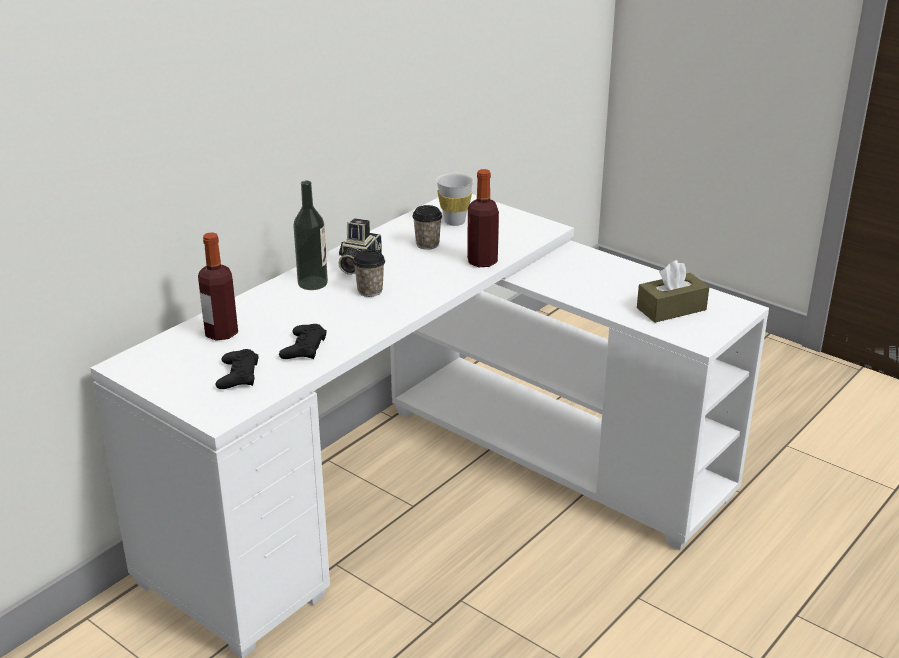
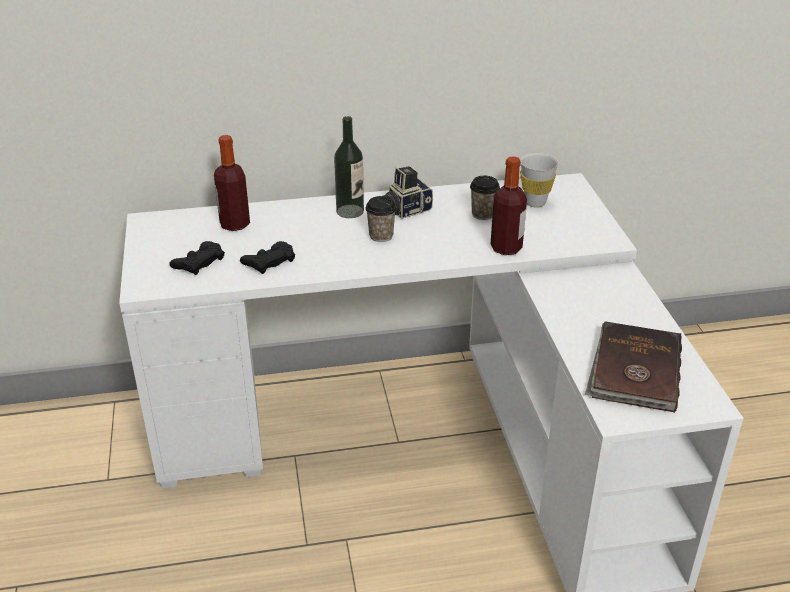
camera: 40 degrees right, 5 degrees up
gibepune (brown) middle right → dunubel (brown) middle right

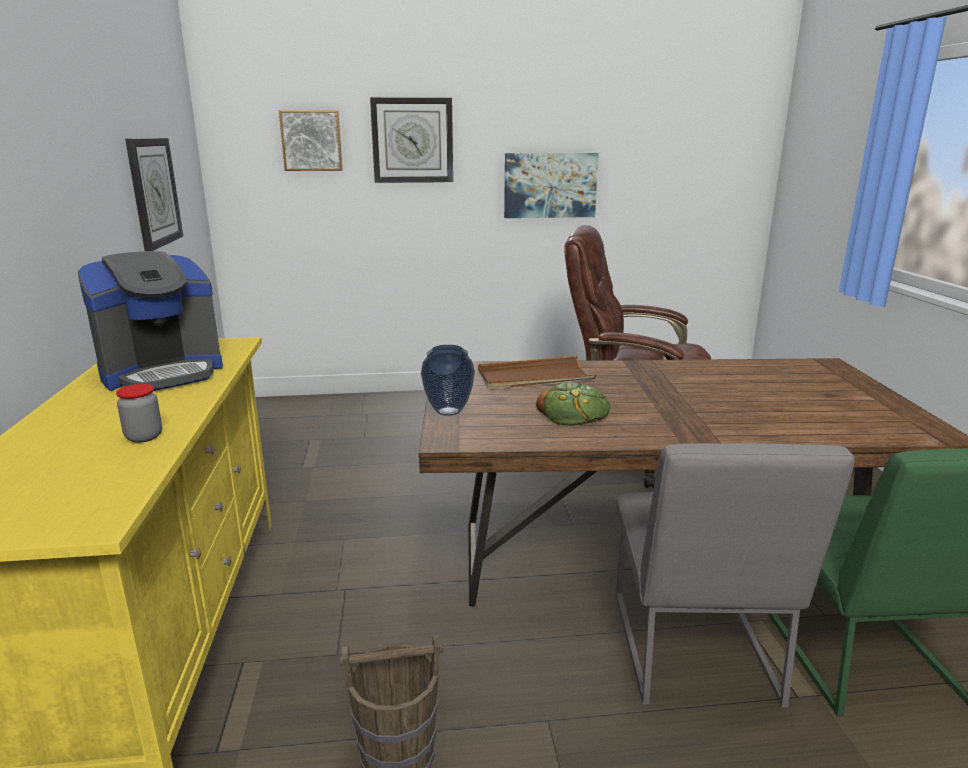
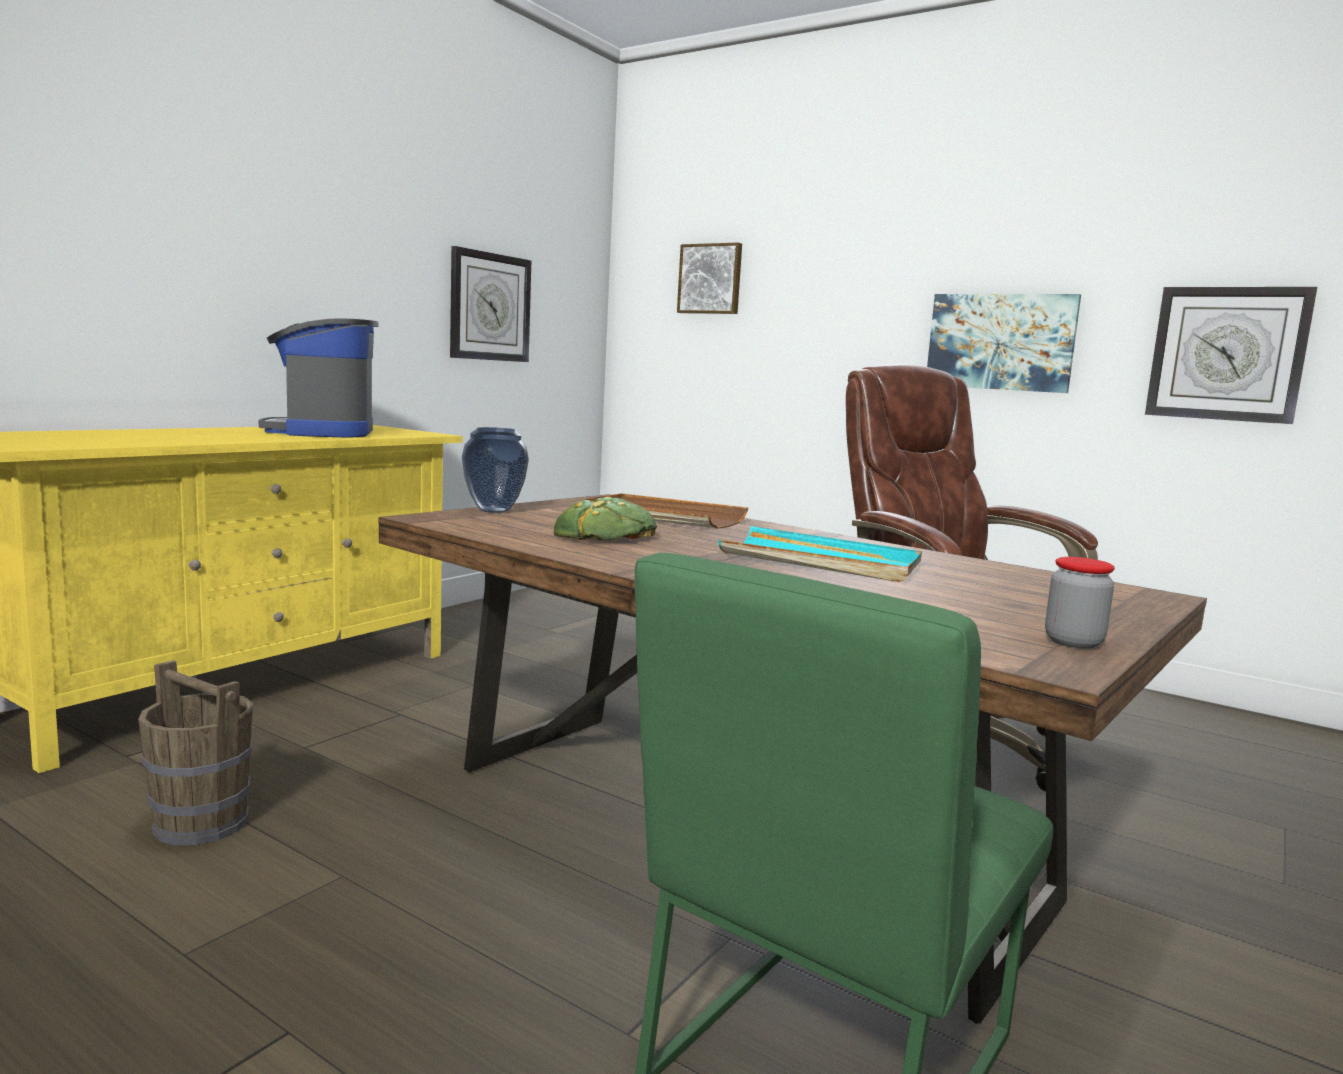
camera: 40 degrees right, 10 degrees down
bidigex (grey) bottom right → -
- → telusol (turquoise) centre
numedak middle left → numedak middle right, relocated
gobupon (no. 2 from left) top centre → gobupon (no. 2 from left) top right, relocated
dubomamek middle left, 75 degrees clockwise

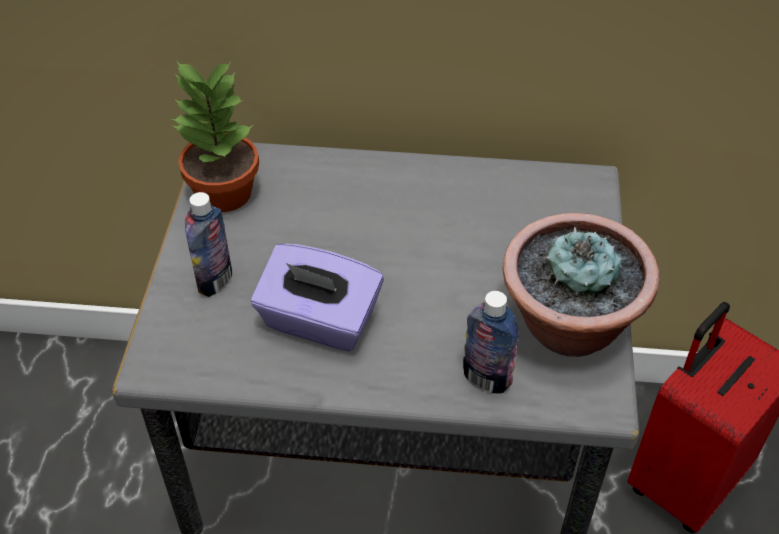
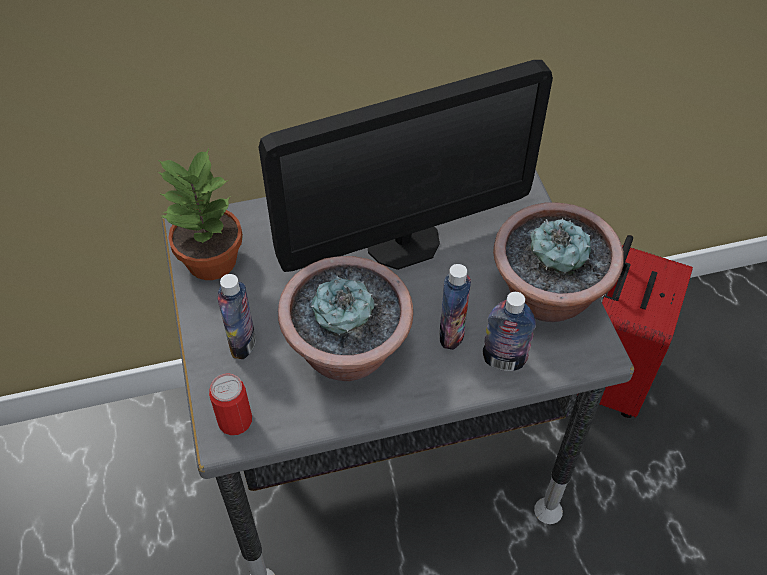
camera: 20 degrees left, 5 degrees up
- → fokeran bottom left
- → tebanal top centre
- → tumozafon (no. 2 from left) centre
gibepune (purple) centre → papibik (no. 2 from left) centre

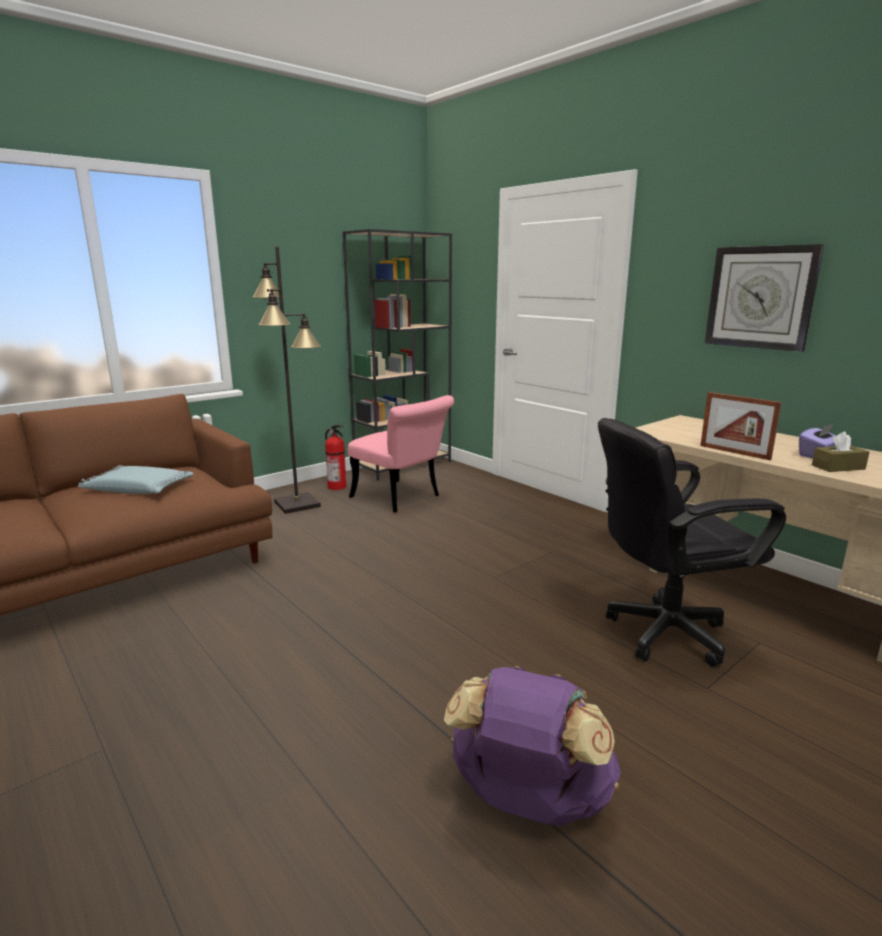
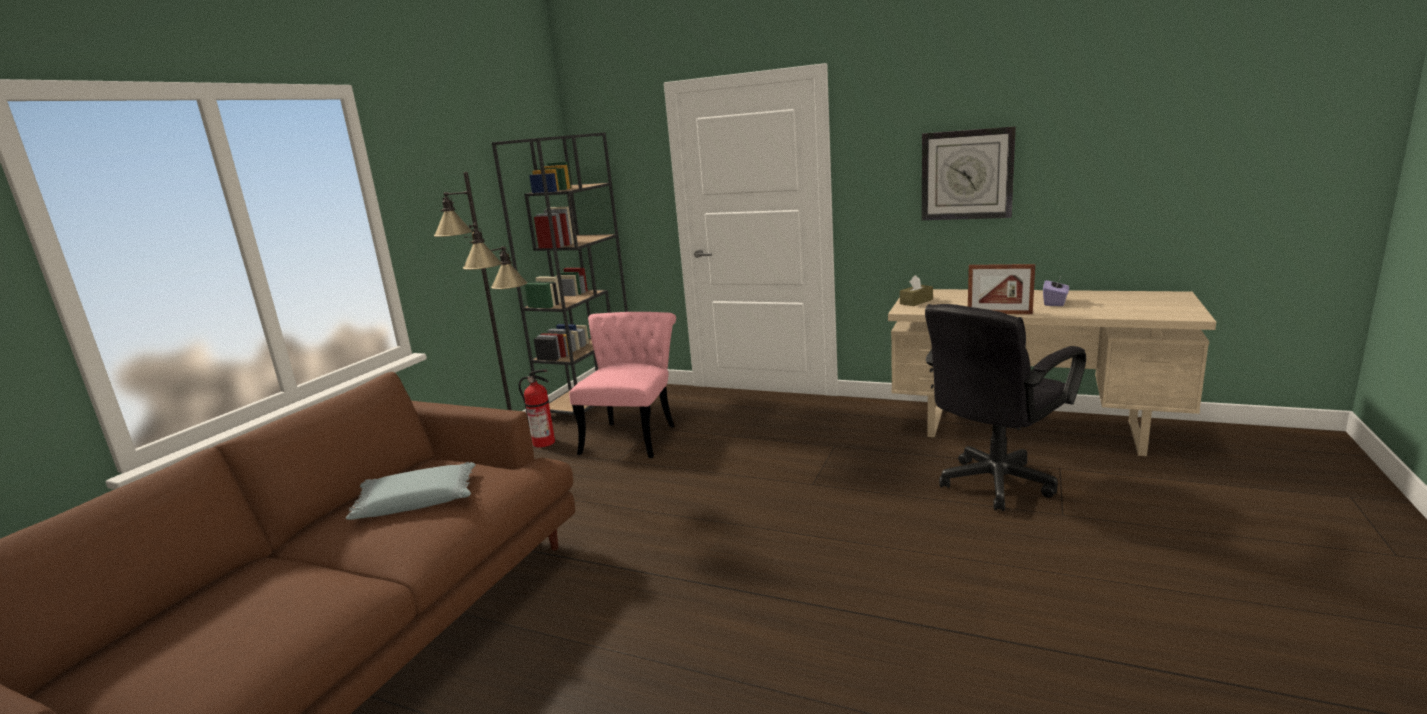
camera: 25 degrees left, 0 degrees up
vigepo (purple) bottom centre → -
gibepune (brown) middle right → gibepune (brown) centre, relocated
bidigex (pink) centre, 90 degrees counterclockwise

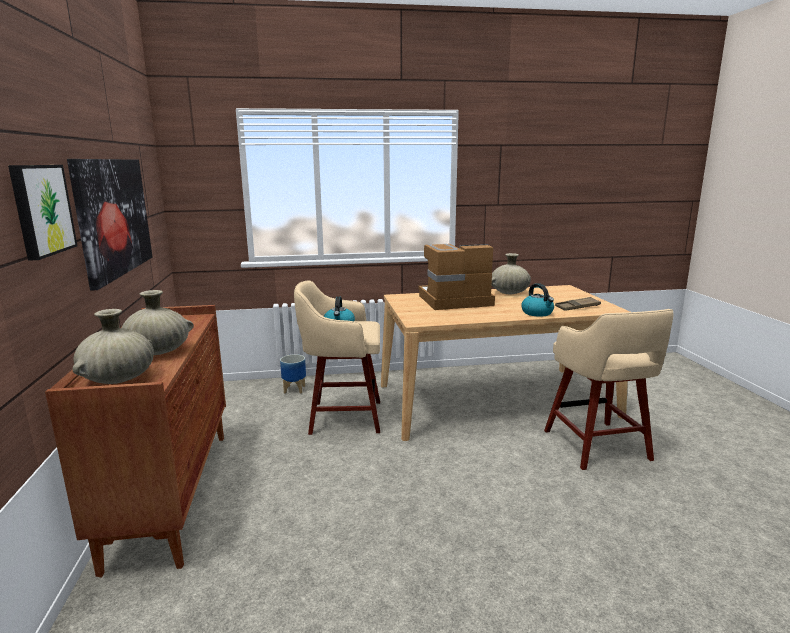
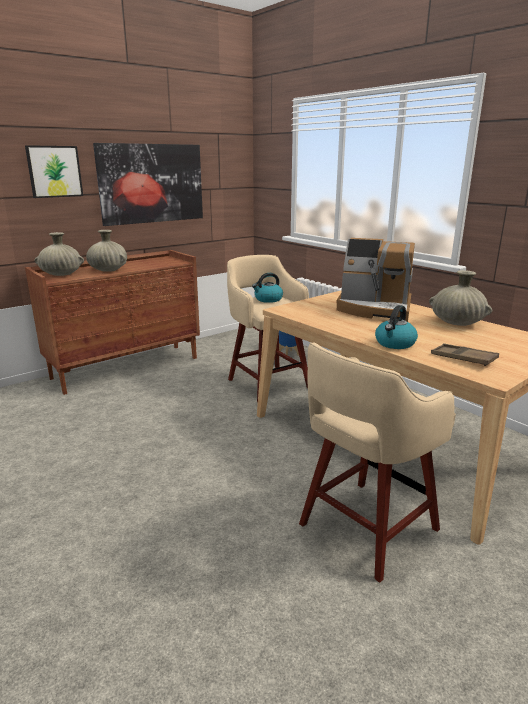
camera: 60 degrees right, 5 degrees up
dubomamek centre → dubomamek middle right, 150 degrees clockwise

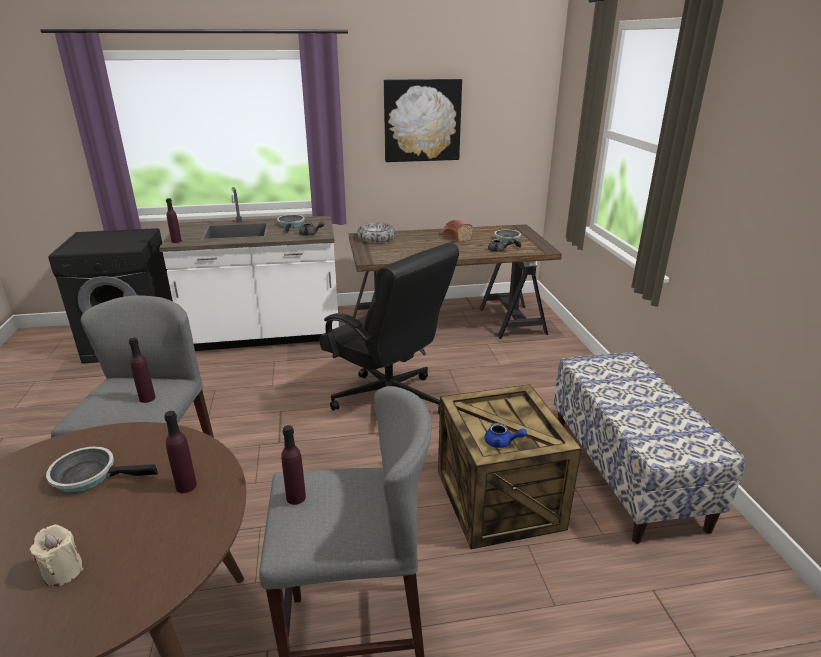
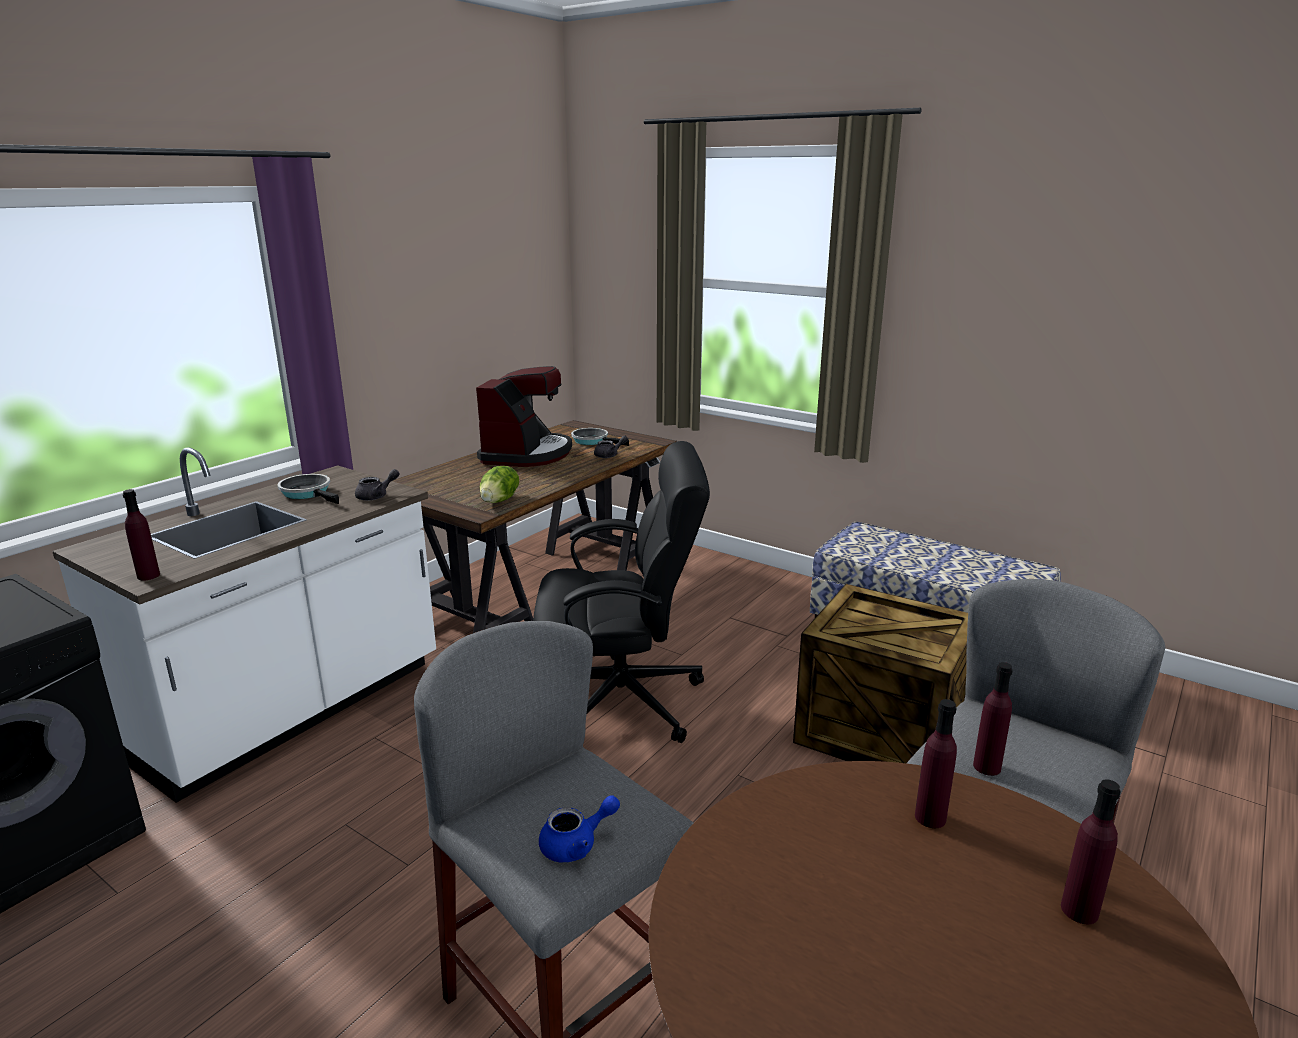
camera: 45 degrees left, 5 degrees down
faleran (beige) bottom left → -
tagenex (no. 1 from left) bottom left → -
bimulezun centre → -
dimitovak top centre → -
- → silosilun centre
tumozafon (purple) (no. 1 from left in the first image) middle left → tumozafon (purple) (no. 4 from left) bottom right, relocated
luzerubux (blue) centre → luzerubux (blue) bottom centre, relocated
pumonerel centre → dubomamek centre

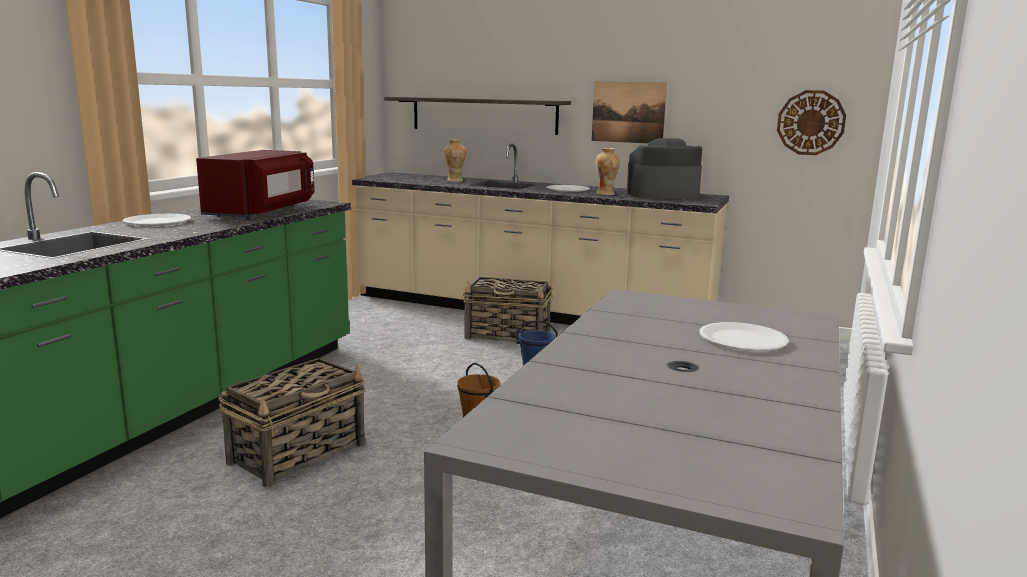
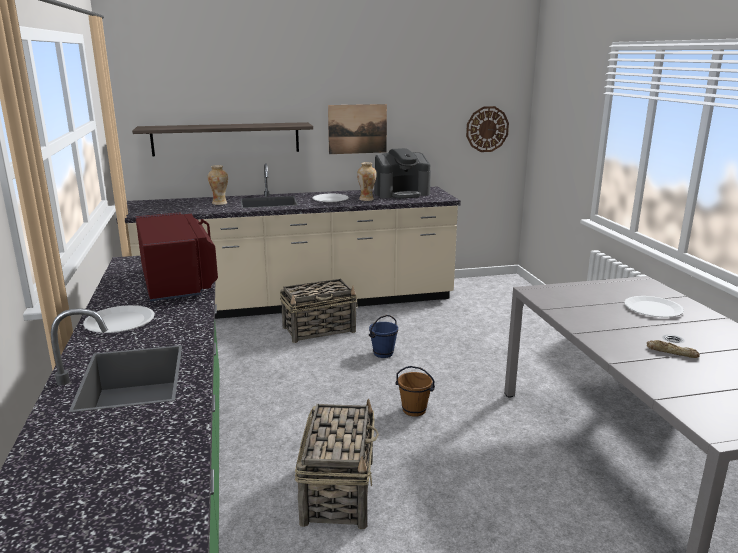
camera: 35 degrees left, 5 degrees up
- → pumonerel middle right
dubomamek top centre, 150 degrees counterclockwise

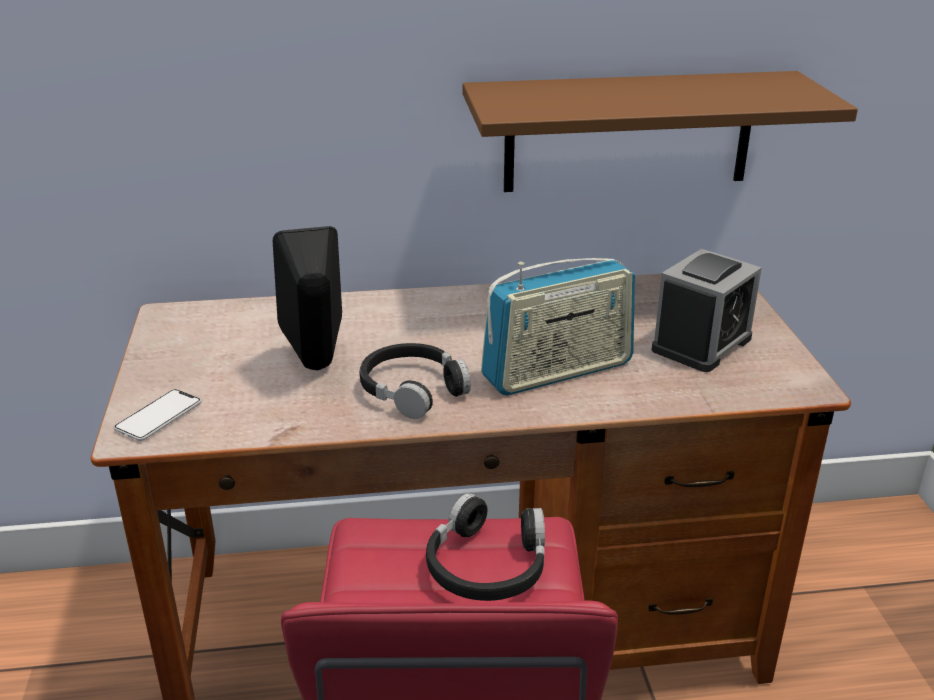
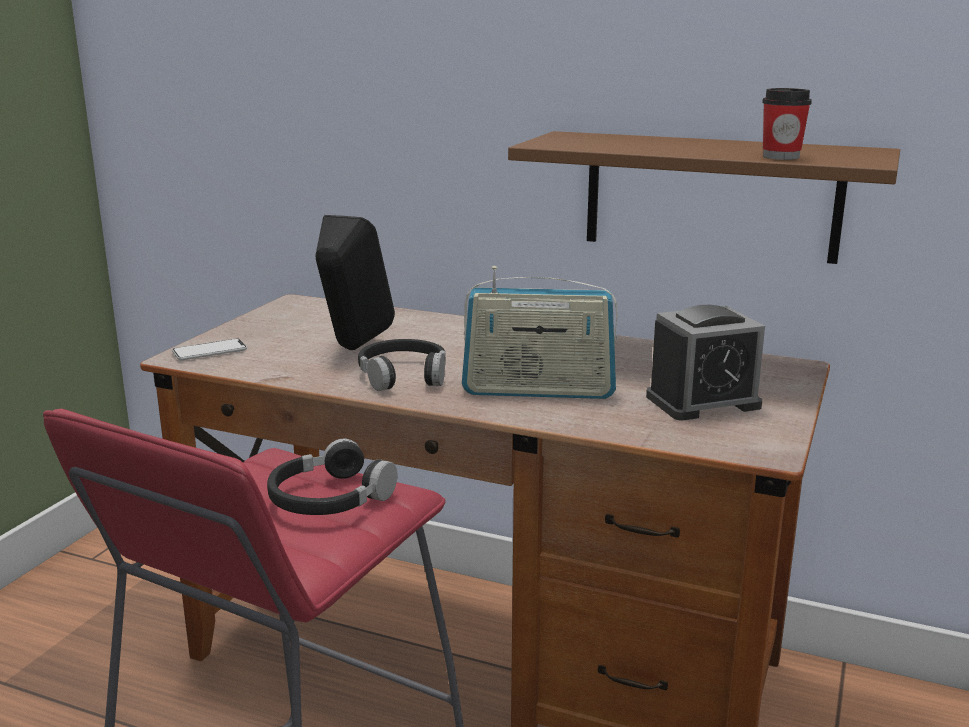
camera: 30 degrees right, 10 degrees down
- → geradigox top right

